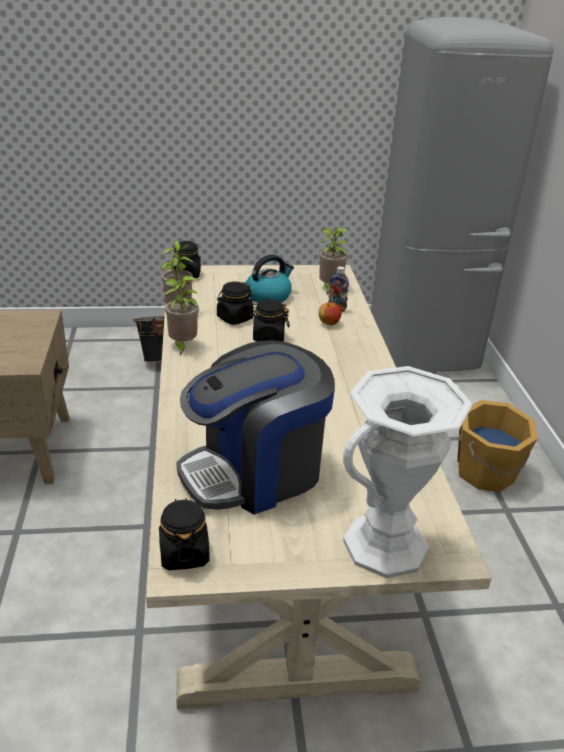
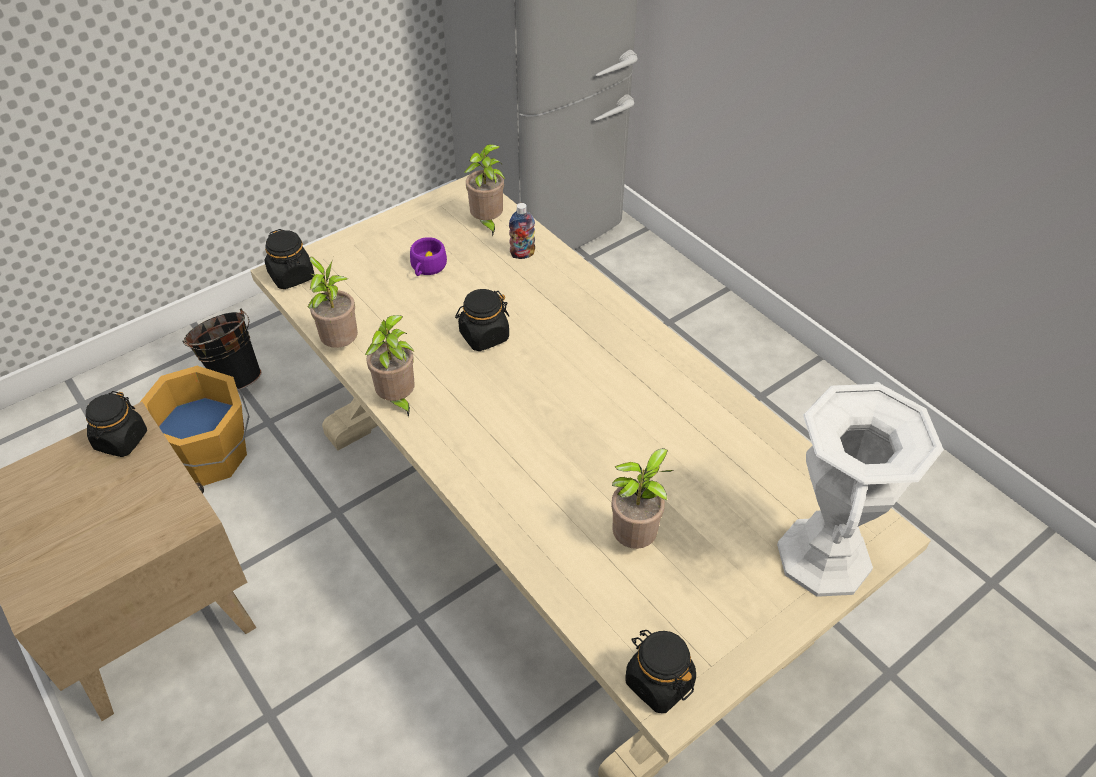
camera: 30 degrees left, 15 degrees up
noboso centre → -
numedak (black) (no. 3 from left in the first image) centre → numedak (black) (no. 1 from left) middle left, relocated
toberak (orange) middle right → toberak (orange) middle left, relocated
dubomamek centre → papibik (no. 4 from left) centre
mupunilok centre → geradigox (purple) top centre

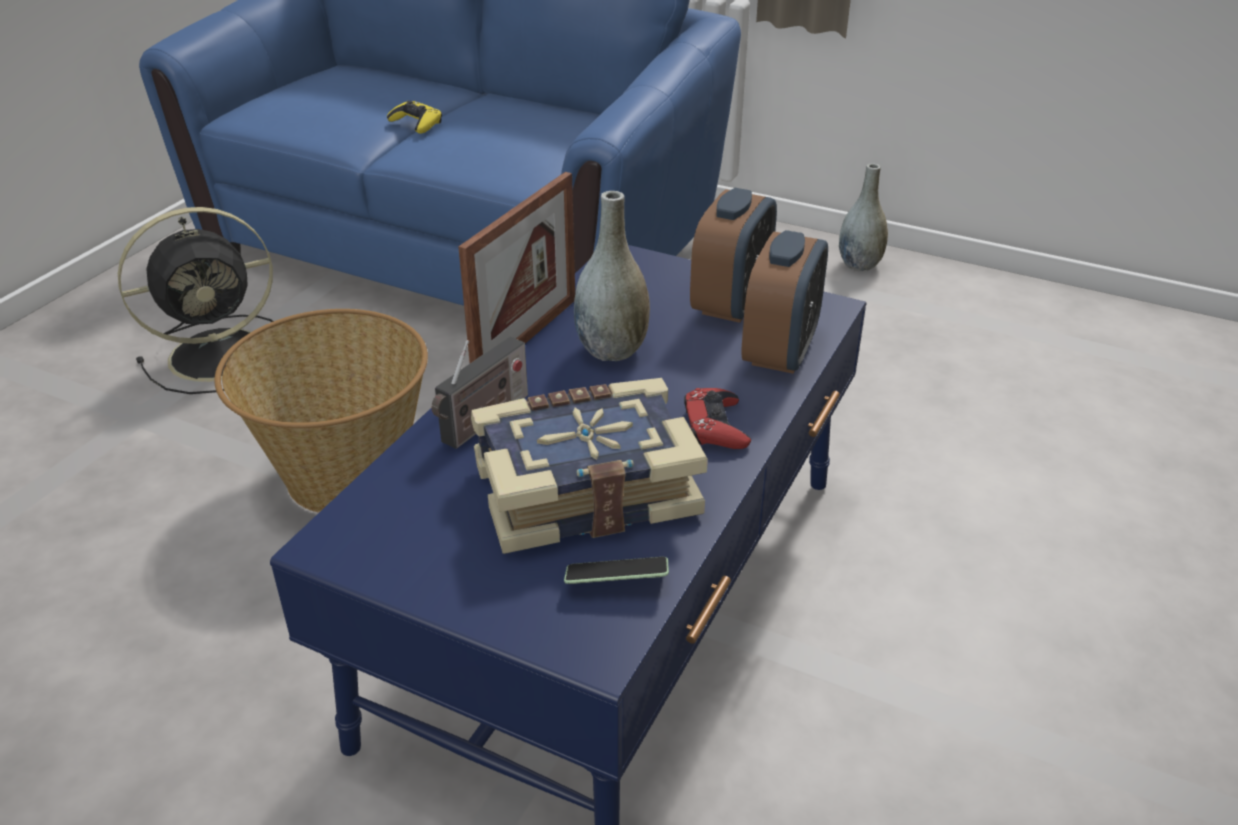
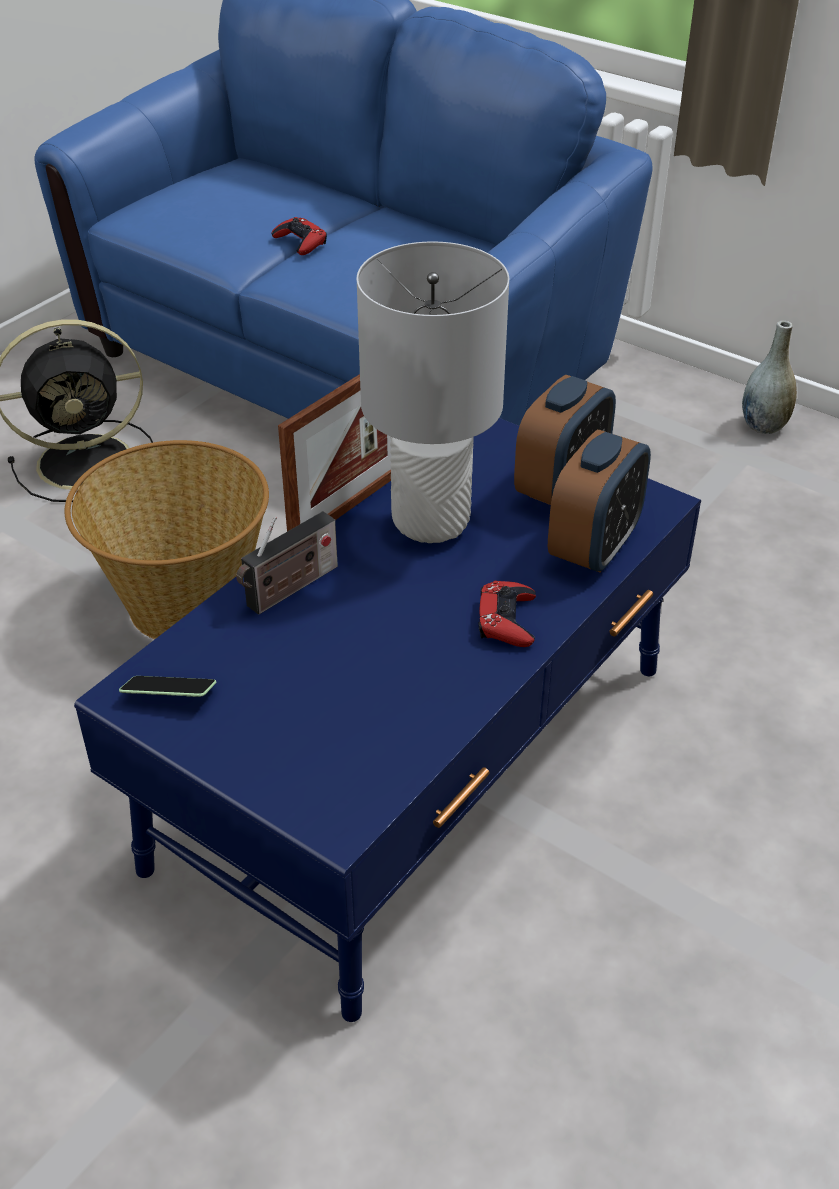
camera: 10 degrees right, 5 degrees up
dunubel centre → -
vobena bottom centre → vobena middle left, relocated
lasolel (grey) (no. 1 from left) centre → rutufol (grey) top centre
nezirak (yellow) top centre → nezirak (red) (no. 1 from left) top centre

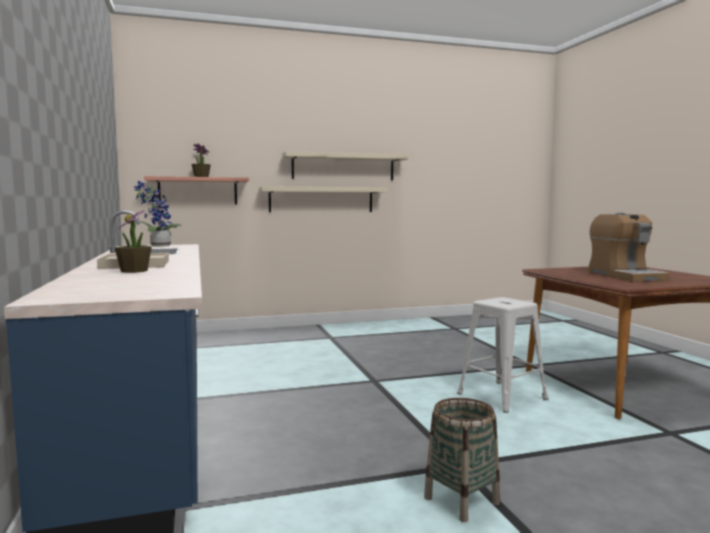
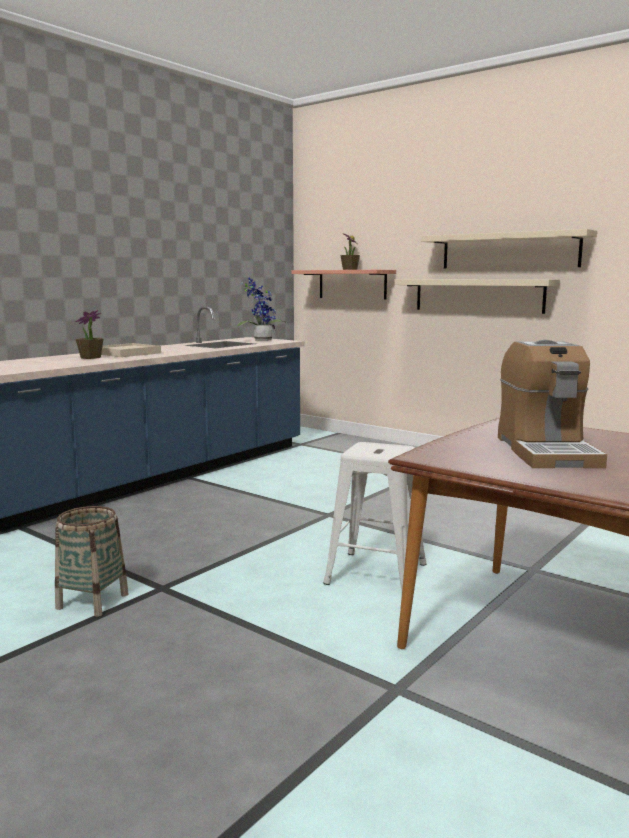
camera: 55 degrees right, 5 degrees up
dubomamek middle right, 45 degrees counterclockwise

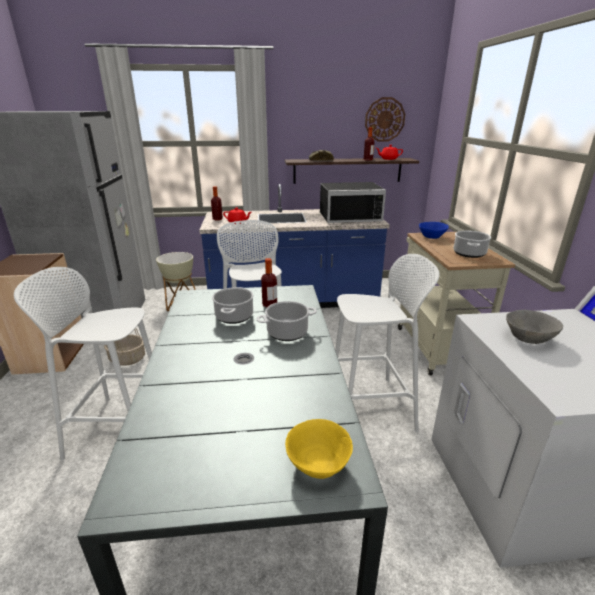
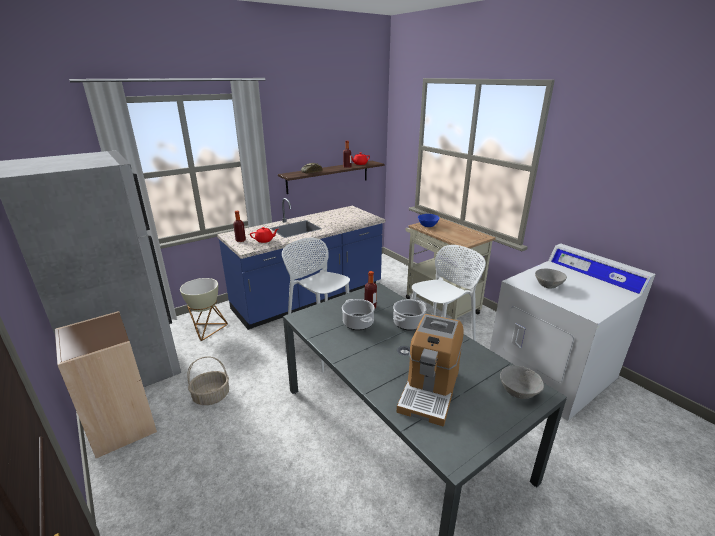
camera: 30 degrees left, 0 degrees up
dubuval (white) (no. 1 from left) middle left → -
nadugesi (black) centre → -
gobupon top centre → -
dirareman (no. 3 from left) middle right → -
- → dubomamek bottom centre
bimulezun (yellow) bottom centre → bimulezun (grey) (no. 1 from left) bottom right

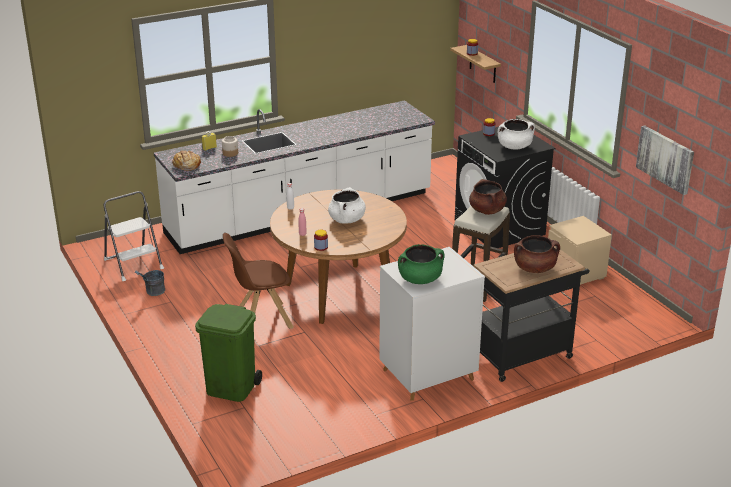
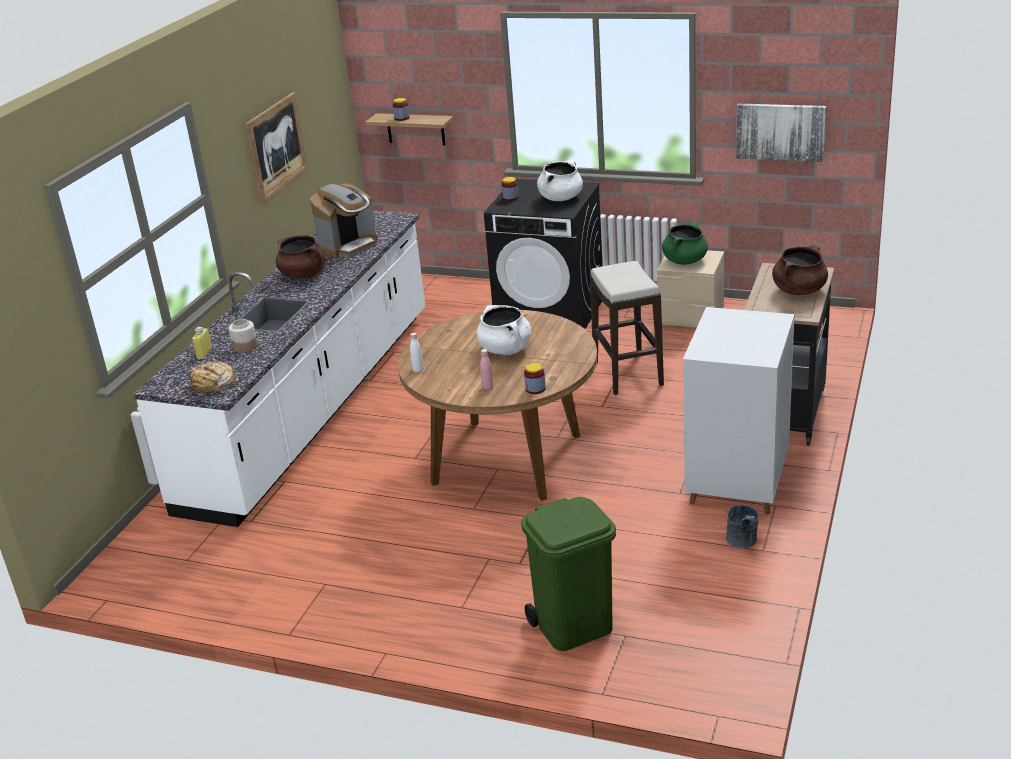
camera: 40 degrees left, 0 degrees up
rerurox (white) middle left → -
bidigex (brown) centre → -
- → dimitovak (no. 1 from left) top left
- → dubomamek top centre
toberak (grey) middle left → toberak (grey) bottom right, relocated
dirareman (green) centre → dirareman (green) top right, relocated
dirareman (brown) (no. 1 from left) middle right → dirareman (brown) (no. 1 from left) middle left, relocated

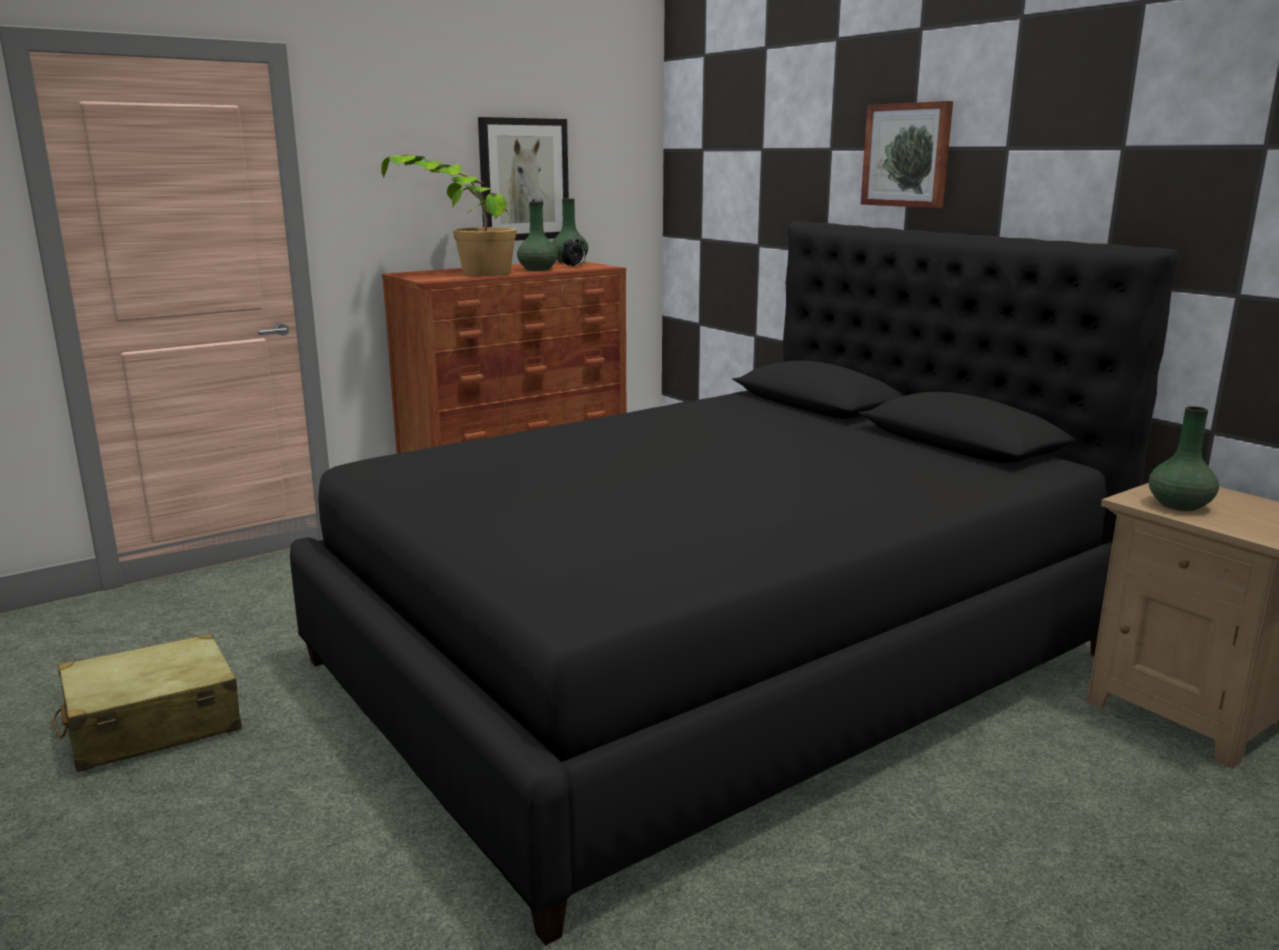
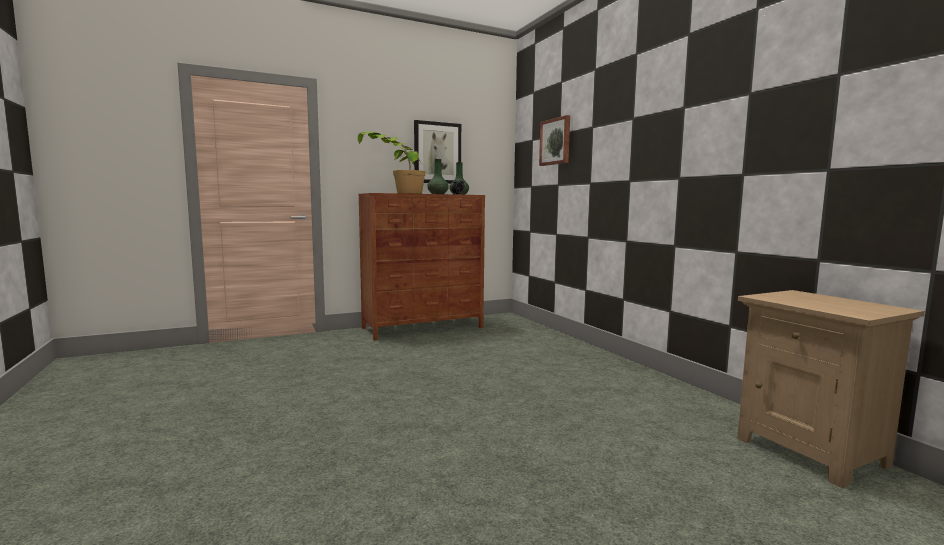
camera: 10 degrees right, 10 degrees down
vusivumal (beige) bottom left → -
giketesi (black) centre → -
lasolel (green) (no. 3 from left) middle right → -
dimitovak (no. 2 from left) top right → dimitovak (no. 2 from left) top centre, relocated

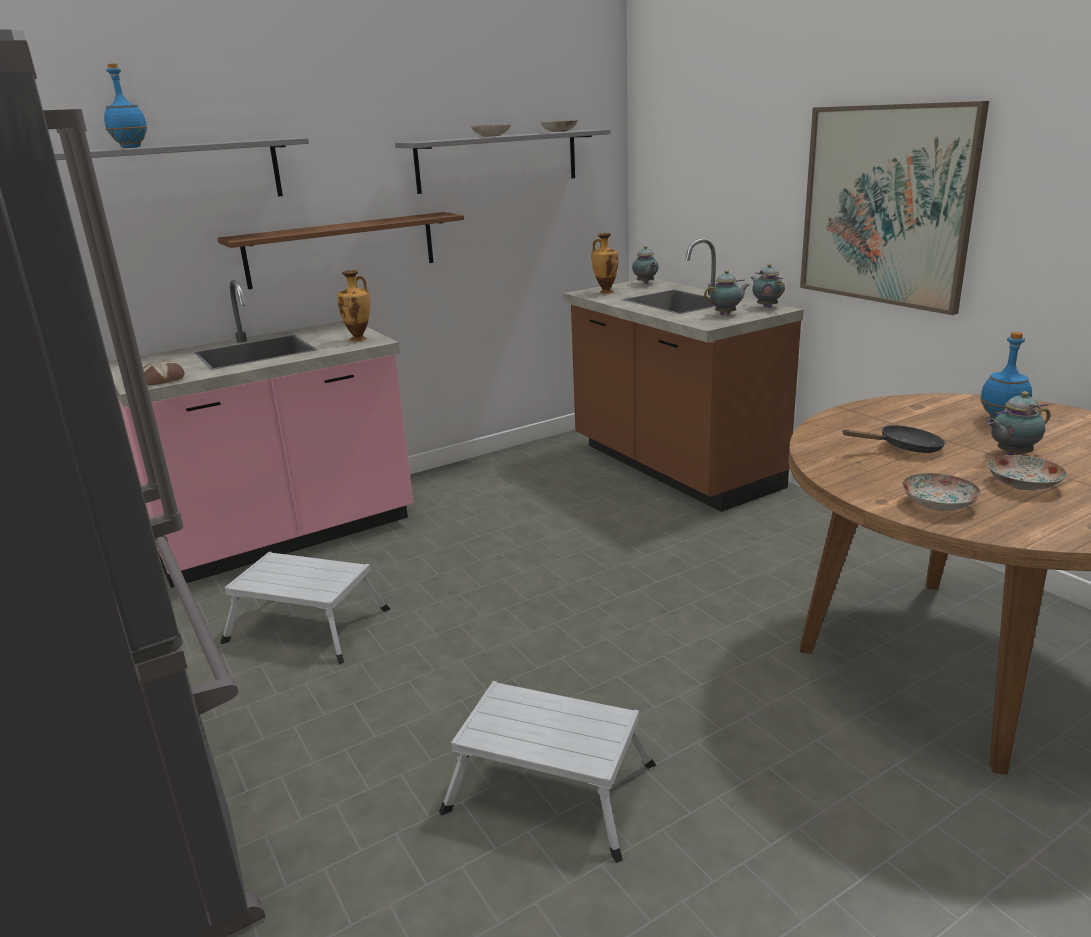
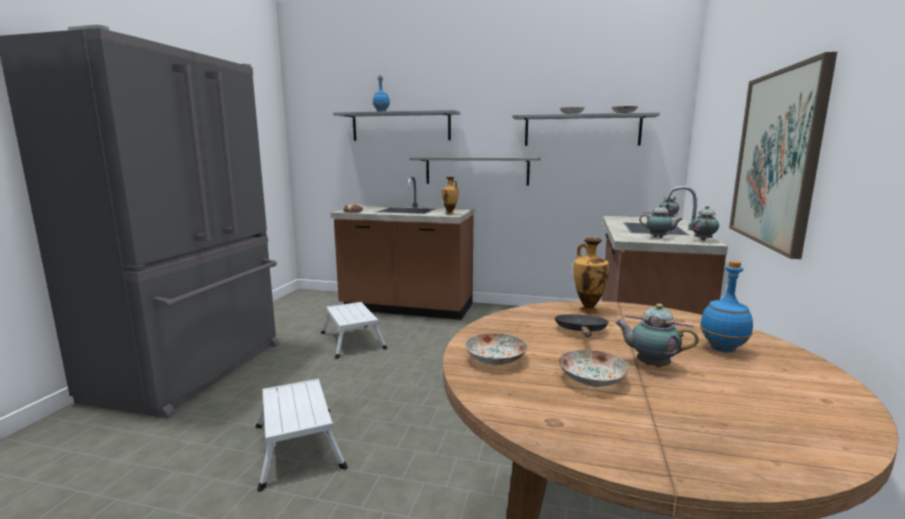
camera: 45 degrees right, 10 degrees down
lasolel (no. 2 from left) top centre → lasolel (no. 2 from left) centre, relocated
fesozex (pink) middle left → fesozex (brown) (no. 1 from left) centre
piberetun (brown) top left → piberetun (grey) (no. 2 from left) top centre
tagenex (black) middle right → tagenex (black) centre, 120 degrees counterclockwise

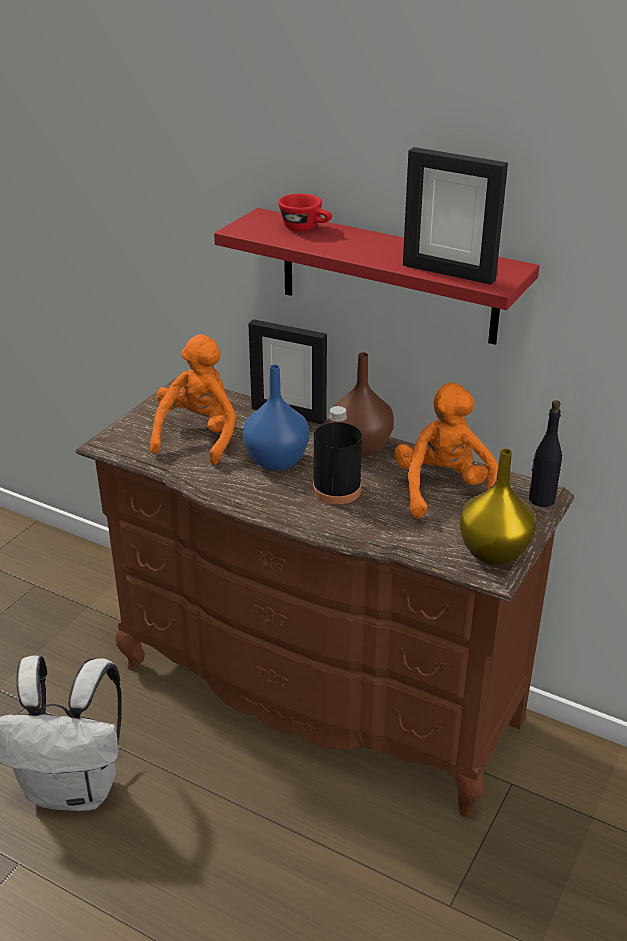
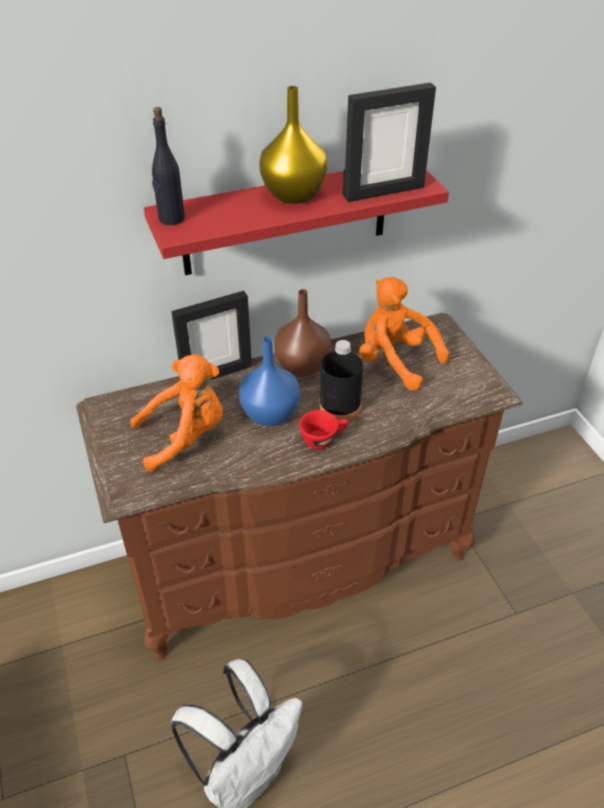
camera: 50 degrees left, 10 degrees up
geradigox (red) top centre → geradigox (red) centre, relocated
lasolel (yellow) middle right → lasolel (yellow) top centre, relocated
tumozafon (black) (no. 2 from left in the first image) middle right → tumozafon (black) (no. 1 from left) top left, relocated
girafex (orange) (no. 1 from left) middle left, 105 degrees clockwise

